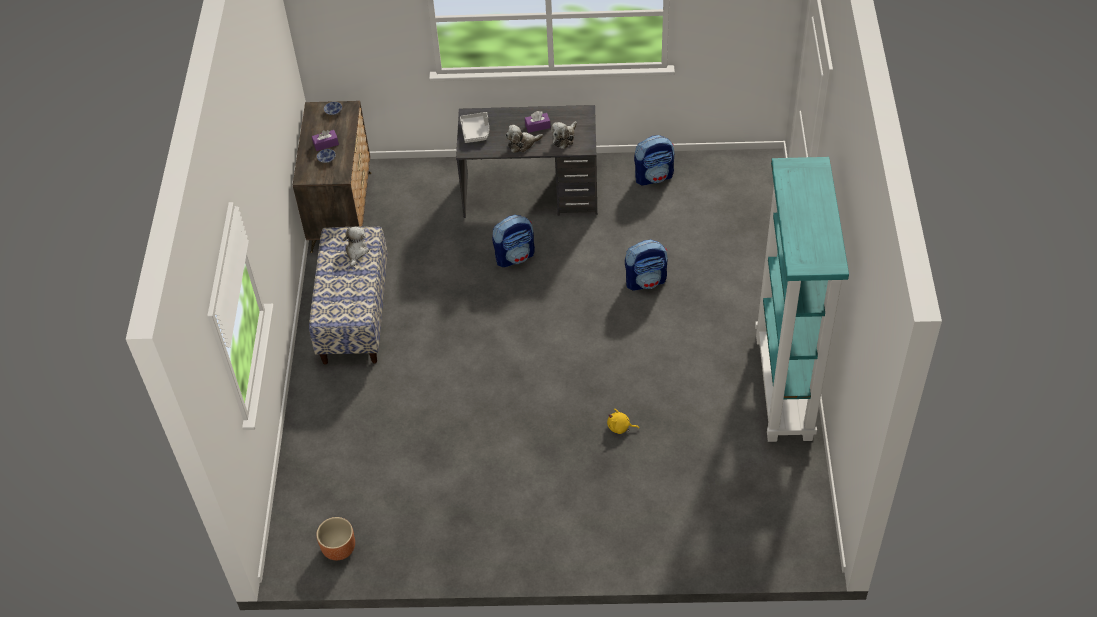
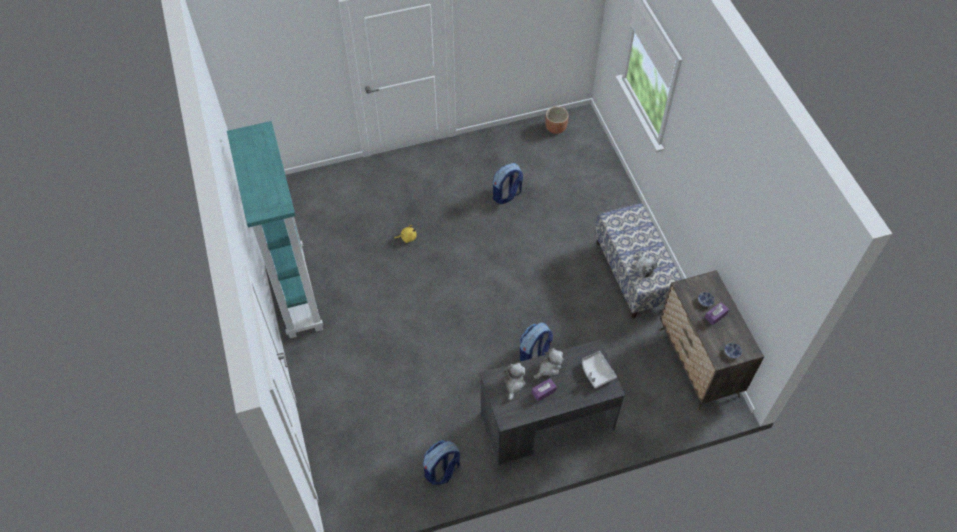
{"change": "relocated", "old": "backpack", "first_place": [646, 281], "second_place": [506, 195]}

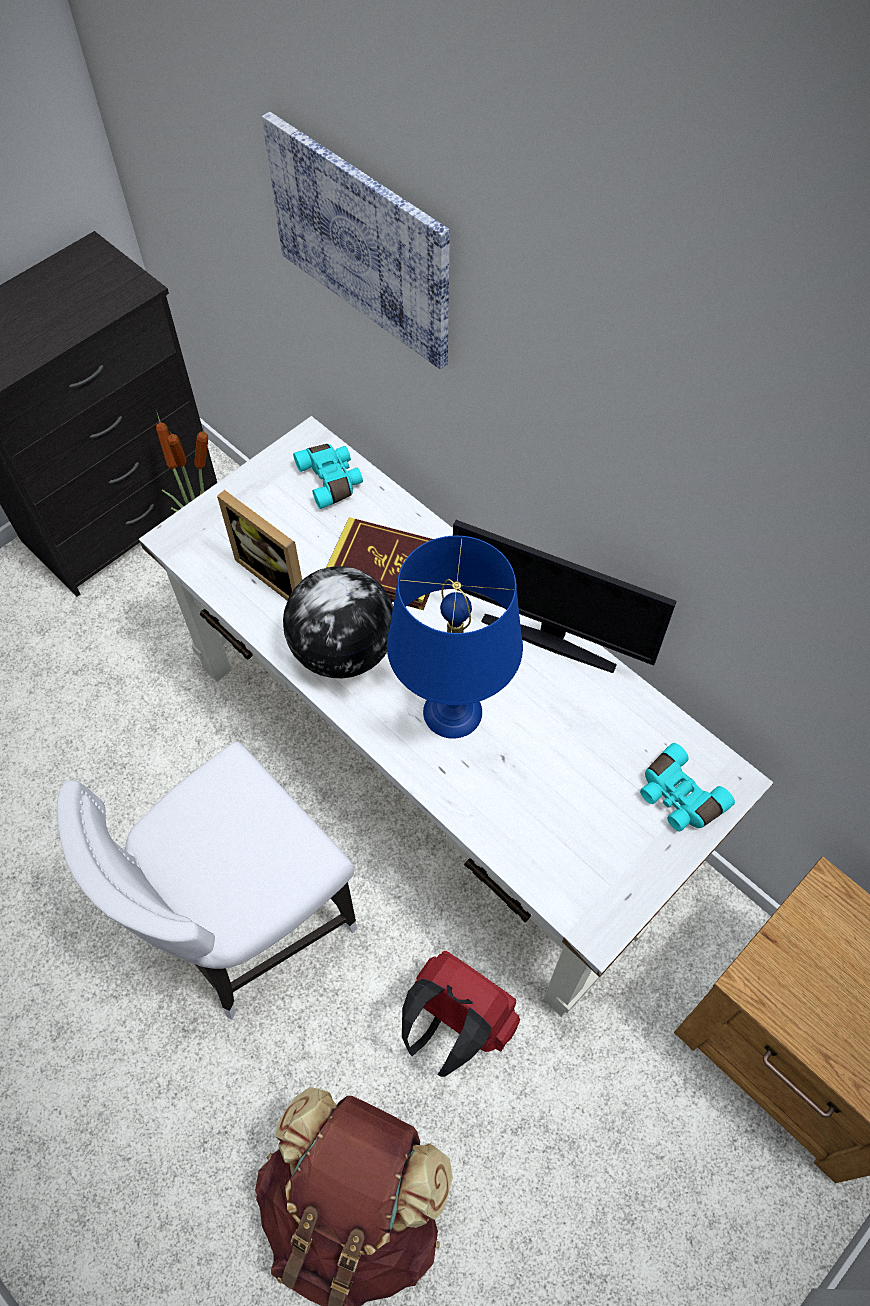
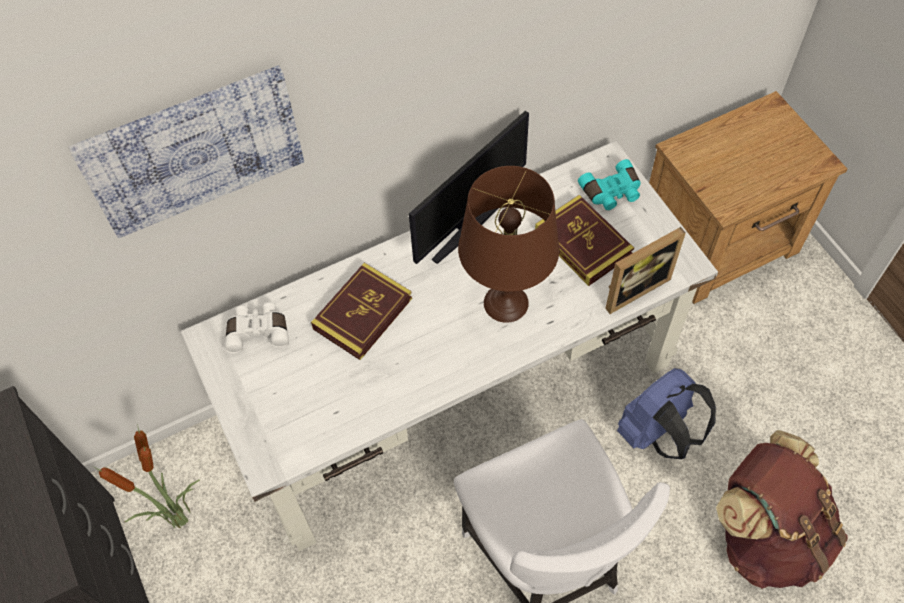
{"change": "relocated", "old": "picture frame", "first_place": [278, 575], "second_place": [632, 287]}
{"change": "missing", "old": "globe", "first_place": [343, 651]}
{"change": "colour", "old": "turquoise binoculars", "new": "white binoculars", "first_place": [331, 480], "second_place": [258, 331]}
{"change": "colour", "old": "blue table lamp", "new": "brown table lamp", "first_place": [453, 712], "second_place": [506, 302]}
{"change": "colour", "old": "red backpack", "new": "blue backpack", "first_place": [456, 1024], "second_place": [657, 433]}
{"change": "appeared", "new": "book", "second_place": [583, 243]}

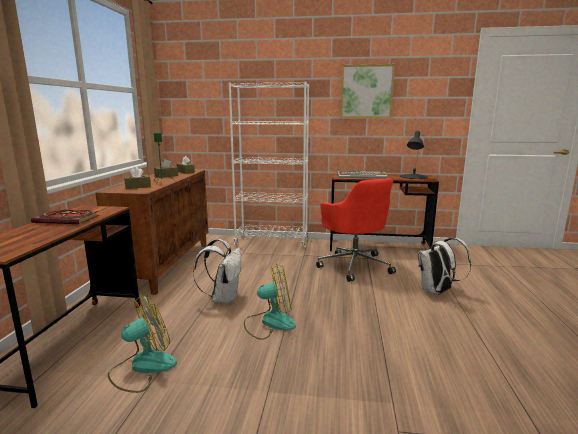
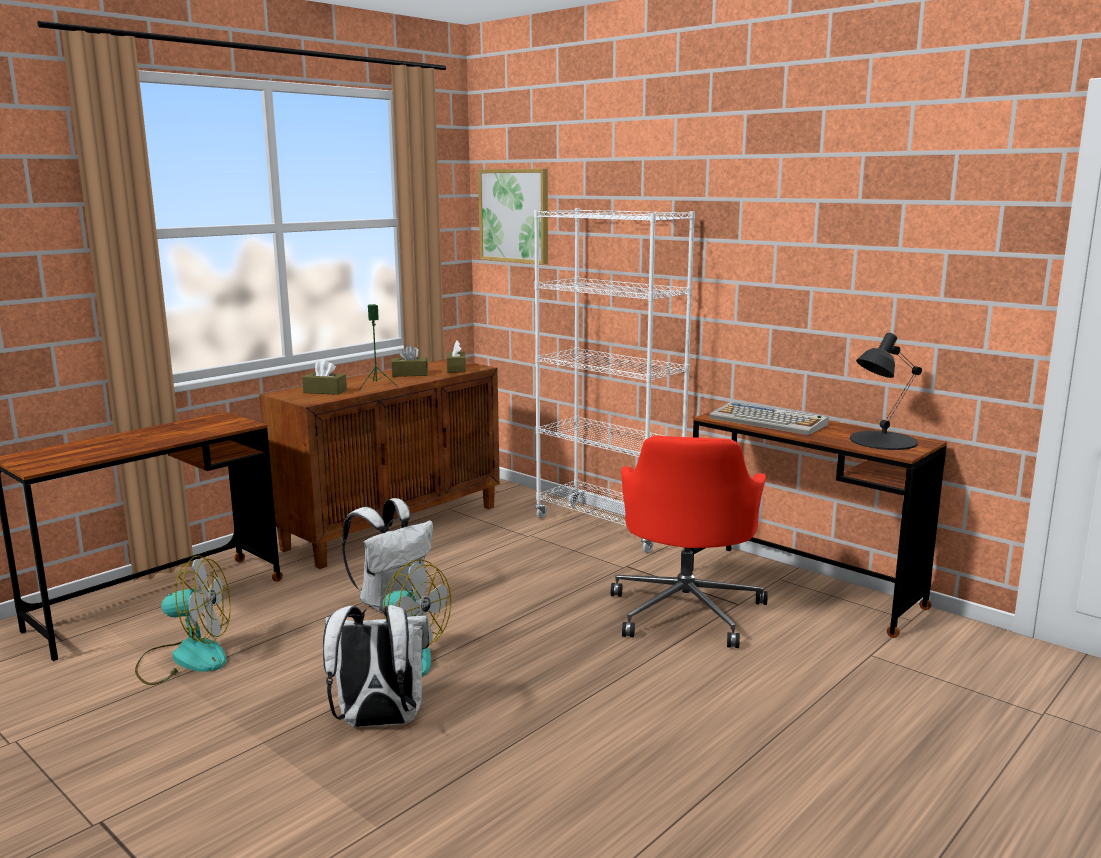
{"change": "missing", "old": "book", "first_place": [68, 219]}
{"change": "relocated", "old": "picture", "first_place": [366, 91], "second_place": [514, 215]}
{"change": "relocated", "old": "white backpack", "first_place": [437, 292], "second_place": [378, 722]}

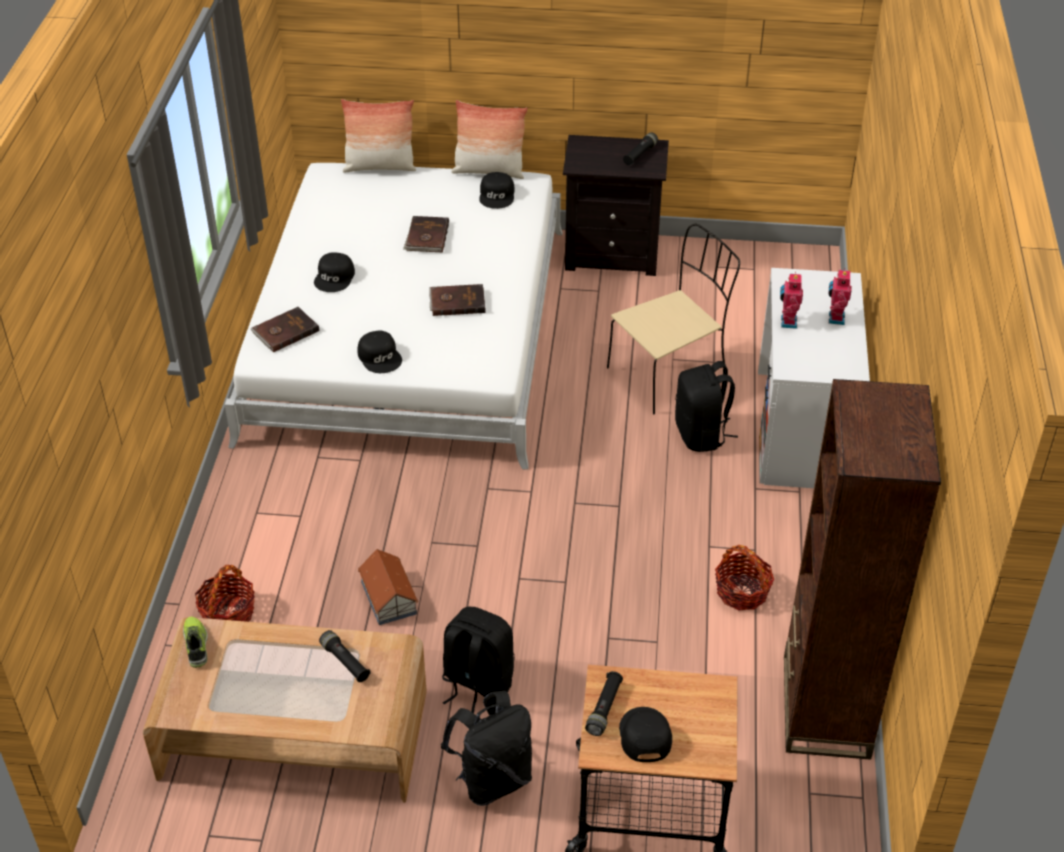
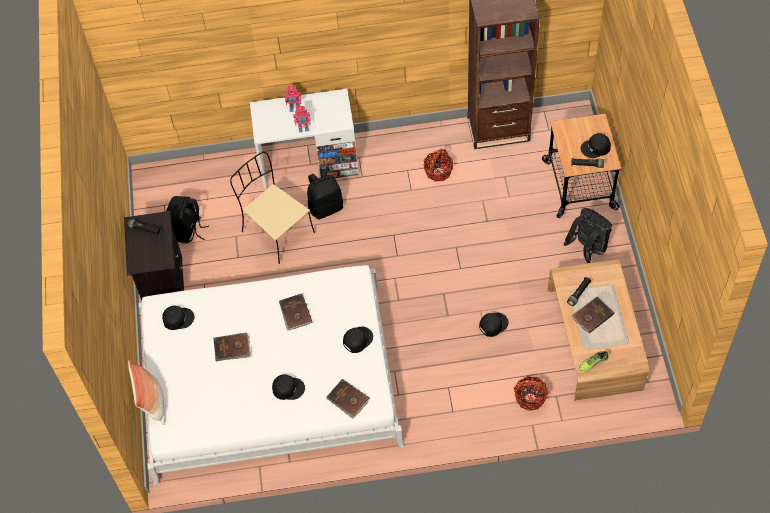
{"change": "exchanged", "old": "toy house", "new": "black cap", "first_place": [389, 597], "second_place": [493, 324]}
{"change": "relocated", "old": "black backpack", "first_place": [476, 683], "second_place": [188, 230]}
{"change": "missing", "old": "pillow", "first_place": [489, 171]}
{"change": "appeared", "new": "brown book", "second_place": [592, 315]}

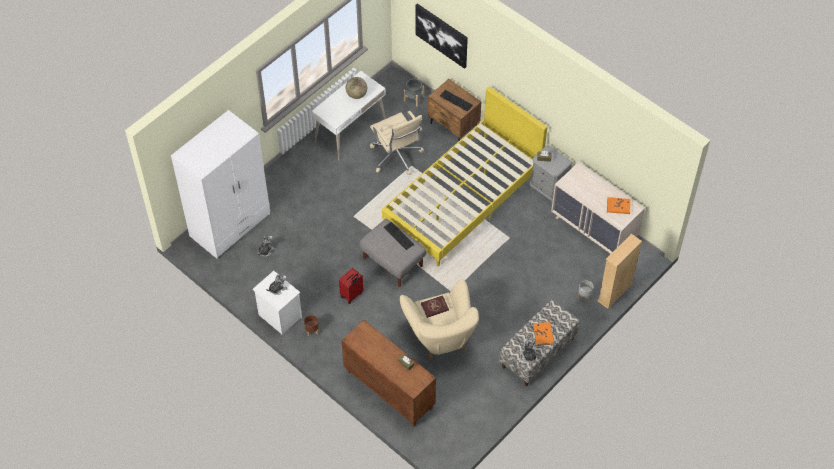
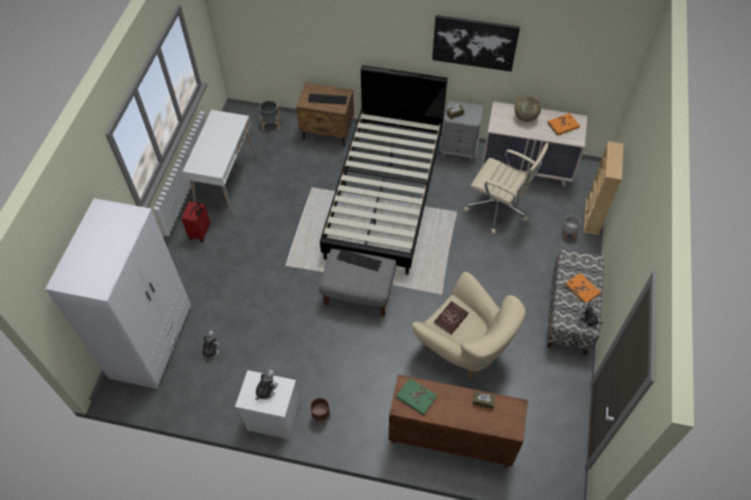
{"change": "relocated", "old": "red suitcase", "first_place": [352, 295], "second_place": [200, 232]}
{"change": "relocated", "old": "globe", "first_place": [356, 94], "second_place": [525, 117]}
{"change": "relocated", "old": "beige office chair", "first_place": [396, 157], "second_place": [498, 209]}
{"change": "colour", "old": "yellow bed", "new": "black bed", "first_place": [463, 198], "second_place": [385, 195]}
{"change": "relocated", "old": "picture", "first_place": [442, 35], "second_place": [474, 42]}
{"change": "appeared", "new": "green book", "second_place": [416, 397]}

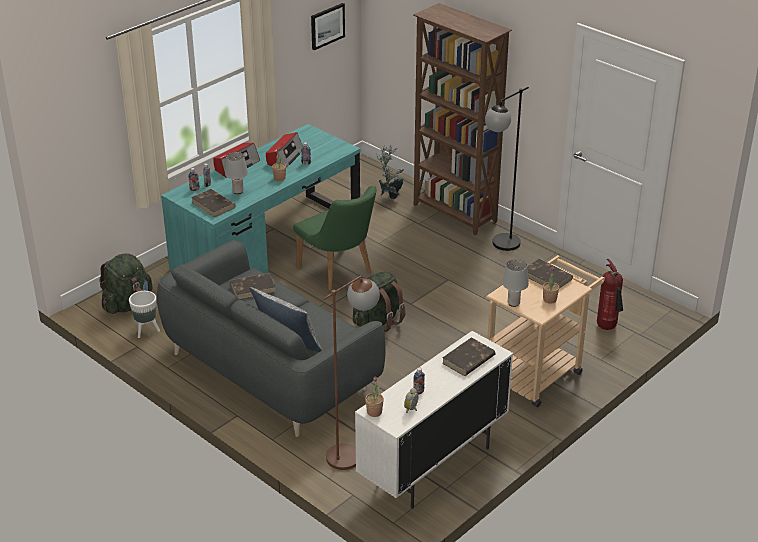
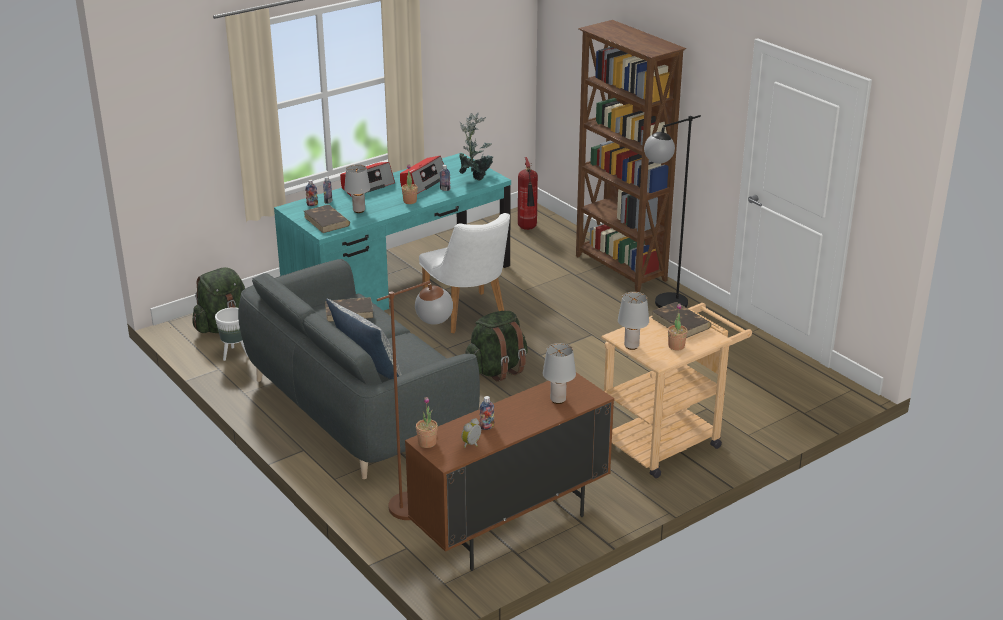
{"change": "colour", "old": "green chair", "new": "white chair", "first_place": [339, 273], "second_place": [469, 316]}
{"change": "missing", "old": "picture", "first_place": [327, 26]}
{"change": "colour", "old": "white cabinet", "new": "brown cabinet", "first_place": [433, 467], "second_place": [511, 528]}
{"change": "relocated", "old": "potted plant", "first_place": [390, 196], "second_place": [475, 177]}
{"change": "exchanged", "old": "brown book", "new": "grey table lamp", "first_place": [468, 360], "second_place": [557, 400]}
{"change": "relocated", "old": "fire extinguisher", "first_place": [608, 328], "second_place": [528, 228]}

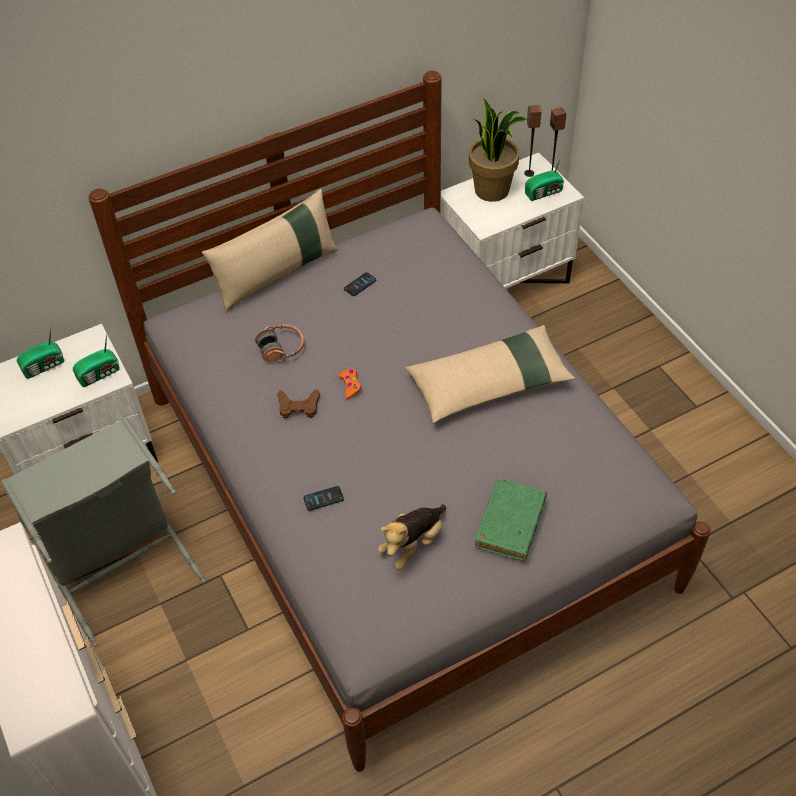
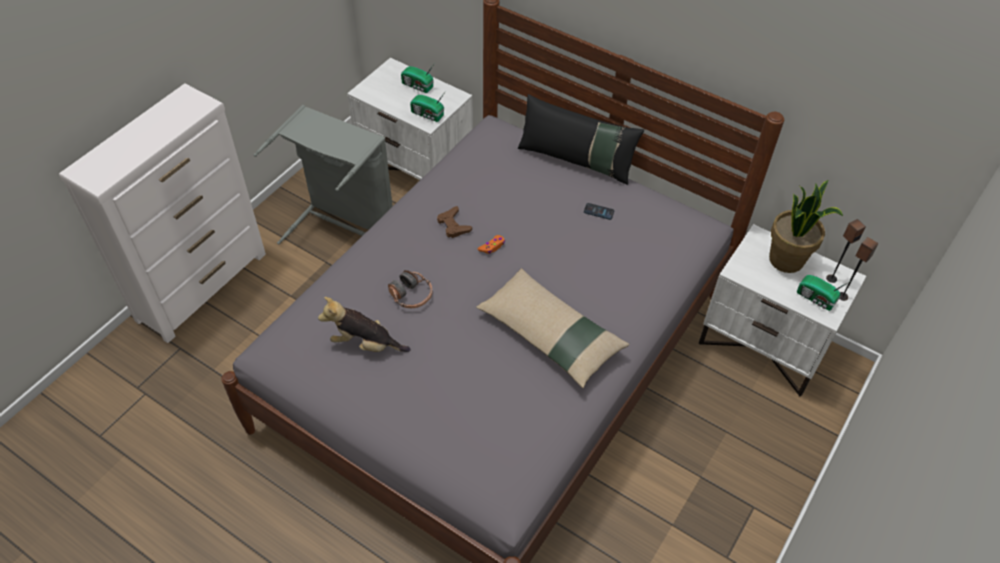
{"change": "colour", "old": "beige pillow", "new": "black pillow", "first_place": [277, 274], "second_place": [576, 160]}
{"change": "relocated", "old": "headphones", "first_place": [281, 348], "second_place": [411, 296]}
{"change": "missing", "old": "phone", "first_place": [323, 499]}
{"change": "missing", "old": "green book", "first_place": [510, 524]}

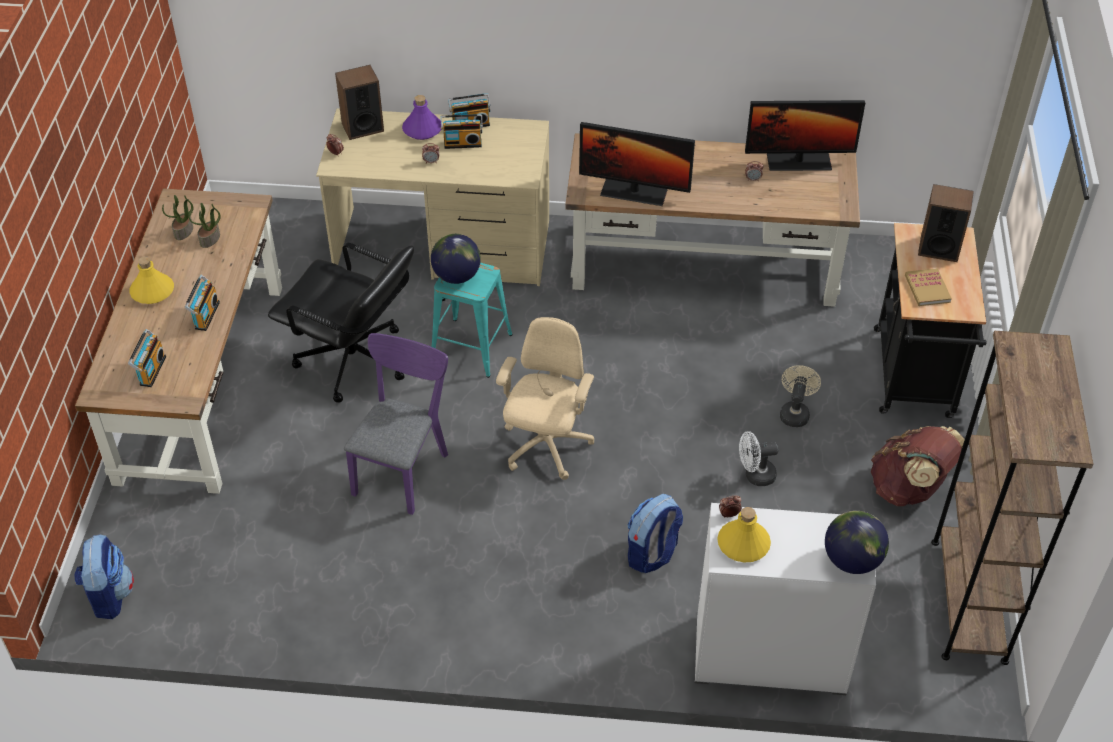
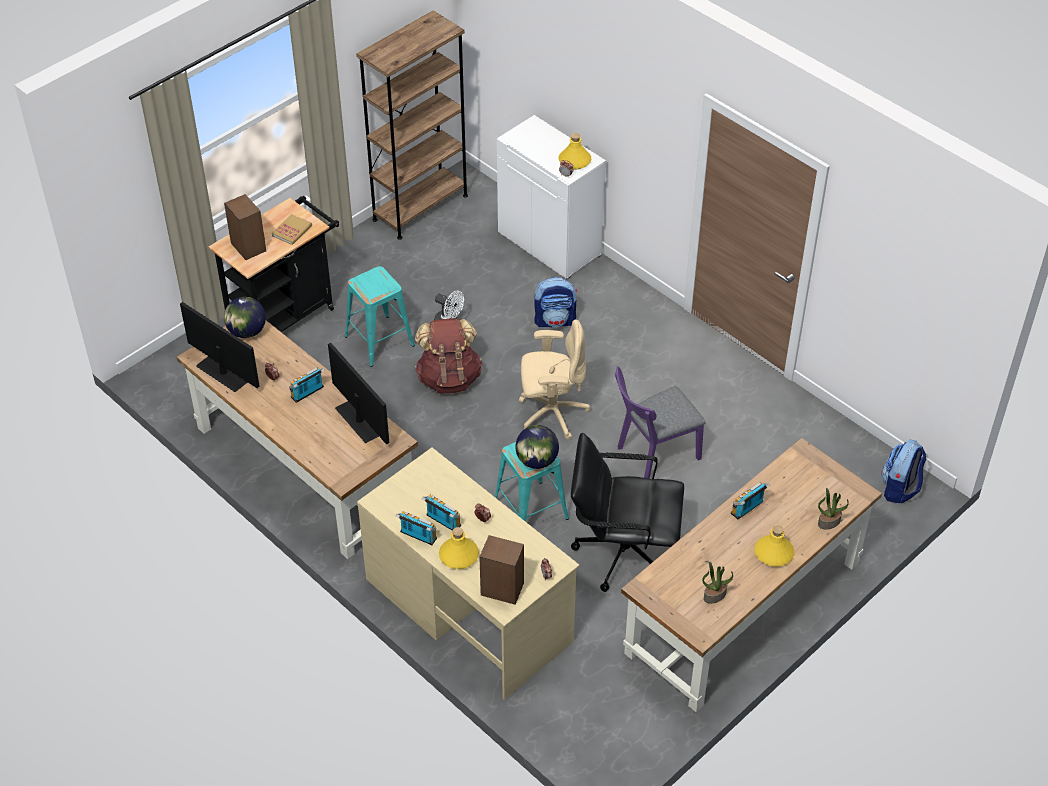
{"change": "relocated", "old": "radio", "first_place": [151, 370], "second_place": [308, 393]}
{"change": "relocated", "old": "potted plant", "first_place": [210, 239], "second_place": [829, 522]}
{"change": "spun", "old": "black office chair", "first_place": [353, 362], "second_place": [622, 552], "degrees": -60}
{"change": "colour", "old": "purple bottle", "new": "yellow bottle", "first_place": [422, 129], "second_place": [459, 555]}
{"change": "spun", "old": "beige office chair", "first_place": [545, 446], "second_place": [551, 413], "degrees": -150}
{"change": "exchanged", "old": "beige fan", "new": "turquoise stool", "first_place": [795, 412], "second_place": [380, 340]}
{"change": "relocated", "old": "globe", "first_place": [852, 560], "second_place": [247, 332]}
{"change": "relocated", "old": "brown backpack", "first_place": [909, 489], "second_place": [449, 378]}

